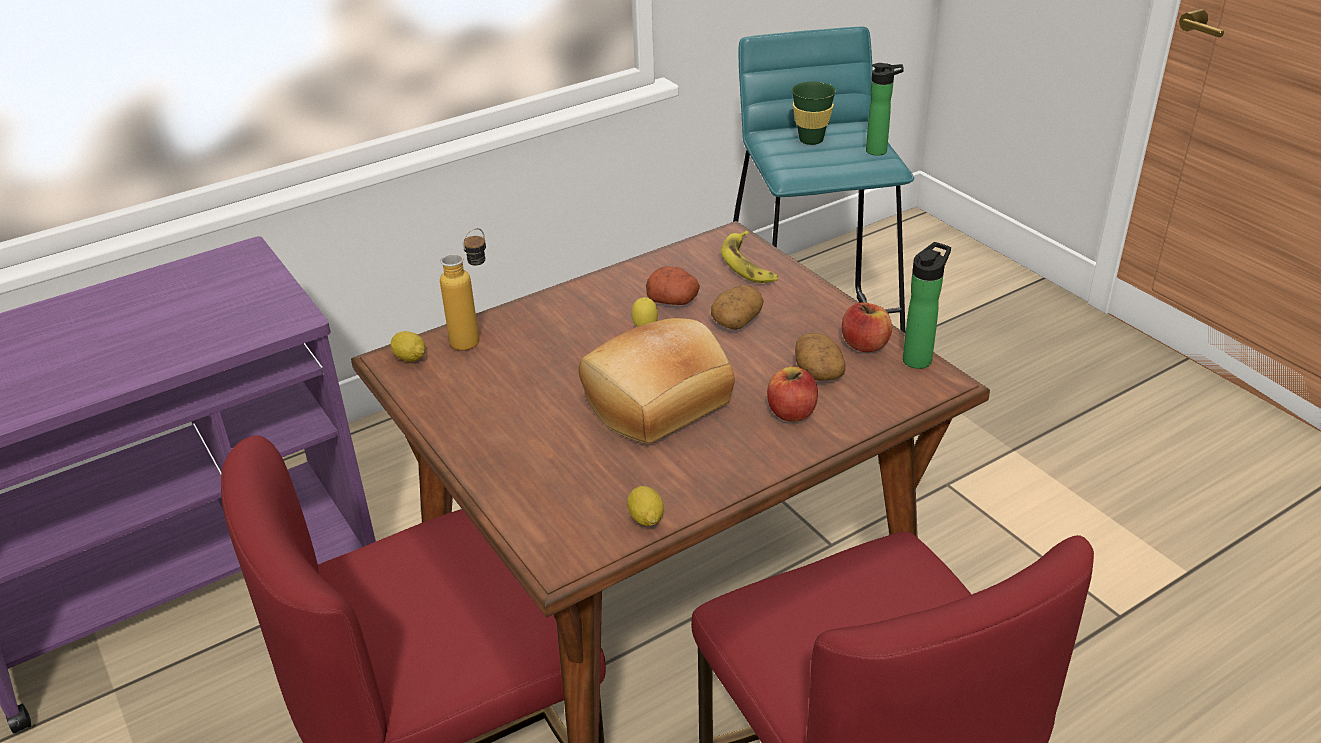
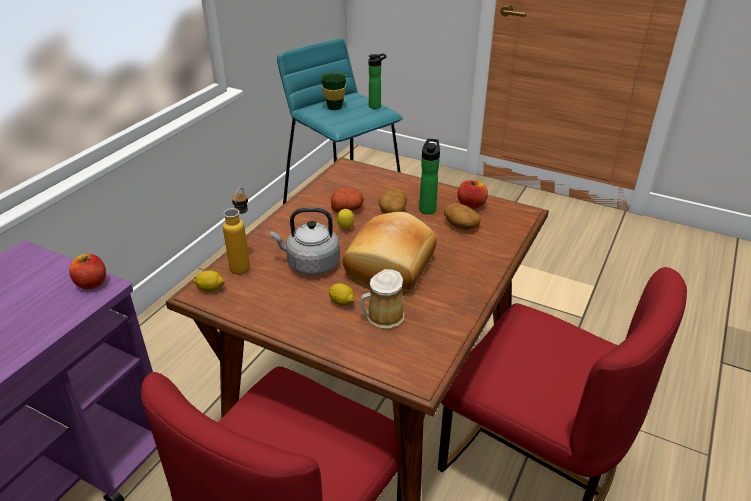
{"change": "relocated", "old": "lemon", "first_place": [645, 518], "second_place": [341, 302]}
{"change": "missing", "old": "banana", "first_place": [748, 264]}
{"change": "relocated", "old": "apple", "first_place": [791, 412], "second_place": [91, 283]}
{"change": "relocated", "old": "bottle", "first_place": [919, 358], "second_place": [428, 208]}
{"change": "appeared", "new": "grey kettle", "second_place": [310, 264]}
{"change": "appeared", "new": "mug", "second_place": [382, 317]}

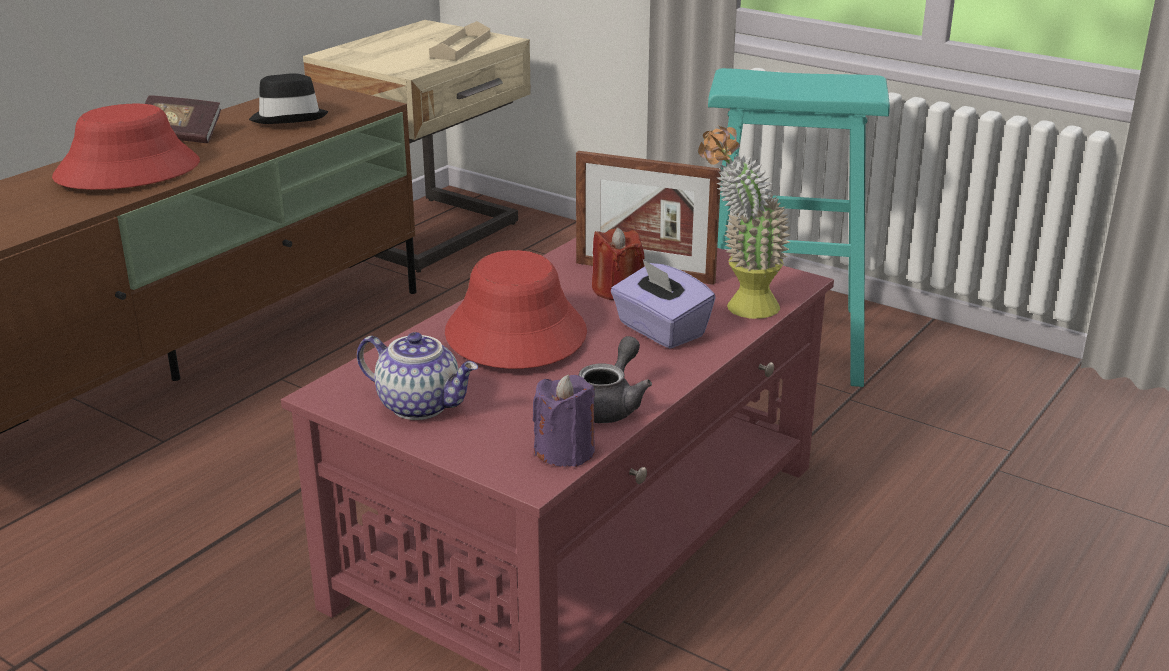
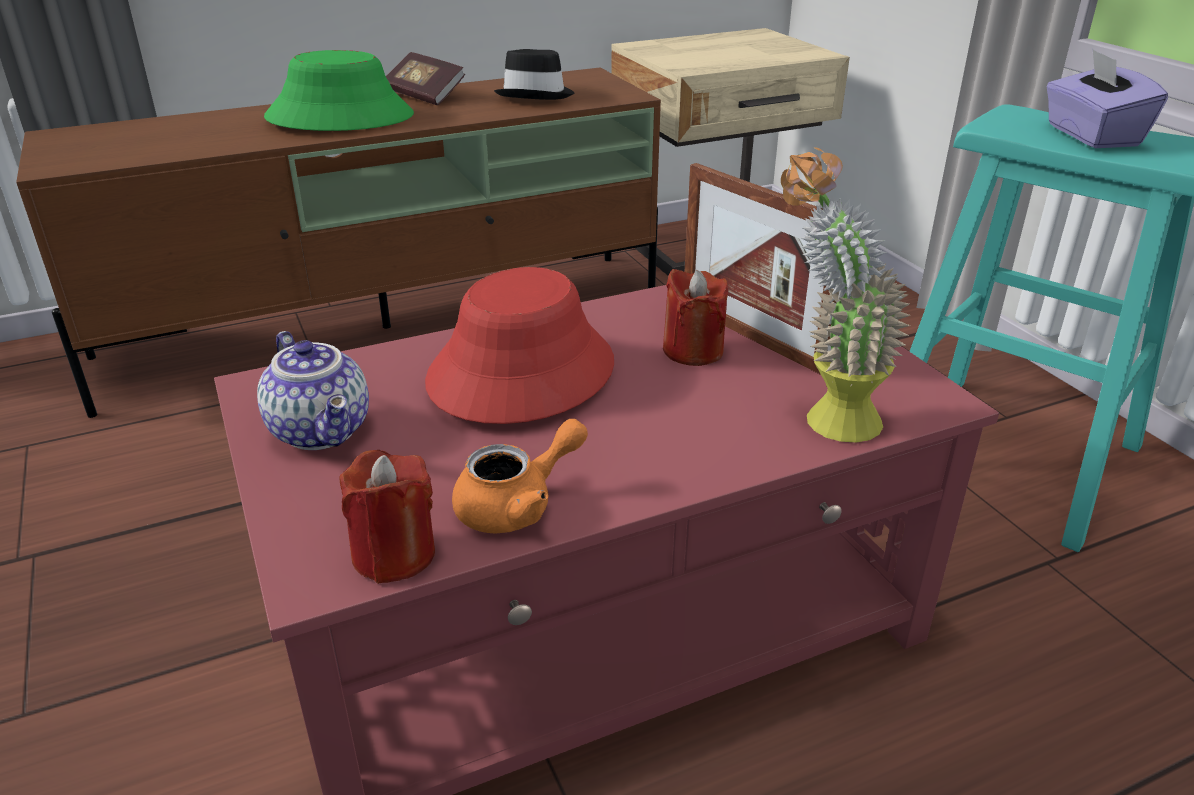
{"change": "colour", "old": "red hat", "new": "green hat", "first_place": [128, 171], "second_place": [340, 117]}
{"change": "missing", "old": "beige tray", "first_place": [460, 47]}
{"change": "colour", "old": "purple candle", "new": "red candle", "first_place": [565, 451], "second_place": [394, 554]}
{"change": "colour", "old": "grey teapot", "new": "orange teapot", "first_place": [609, 405], "second_place": [518, 505]}
{"change": "relocated", "old": "purple tissue box", "first_place": [660, 330], "second_place": [1091, 136]}

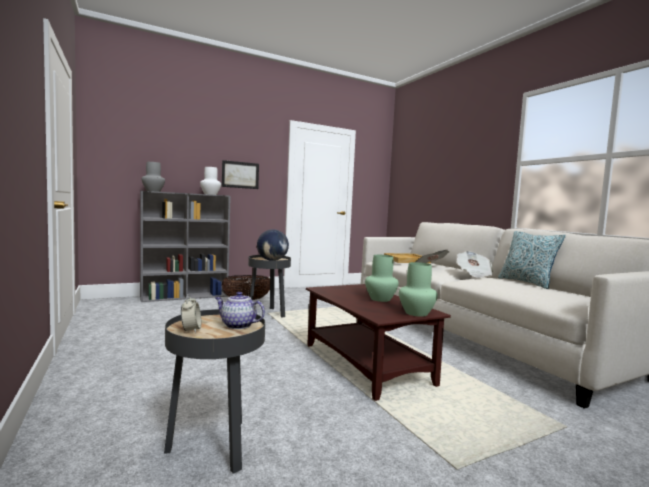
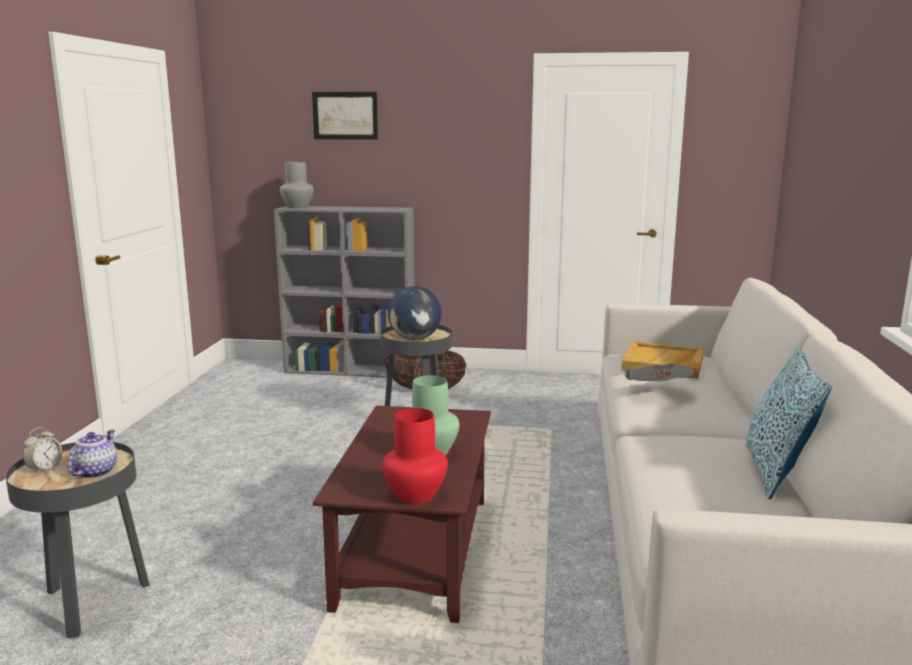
{"change": "missing", "old": "white vase", "first_place": [210, 194]}
{"change": "spun", "old": "teapot", "first_place": [237, 325], "second_place": [95, 471], "degrees": 45}
{"change": "relocated", "old": "picture", "first_place": [240, 175], "second_place": [345, 115]}
{"change": "colour", "old": "green vase", "new": "red vase", "first_place": [416, 313], "second_place": [416, 494]}
{"change": "missing", "old": "newspaper", "first_place": [474, 274]}

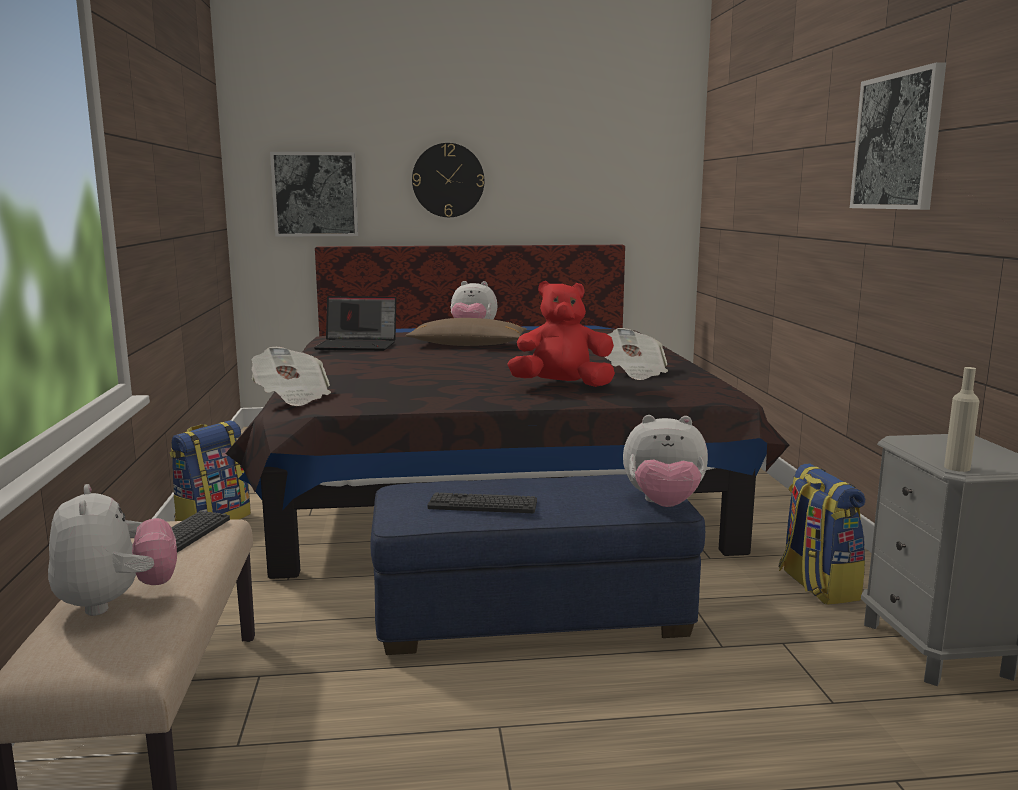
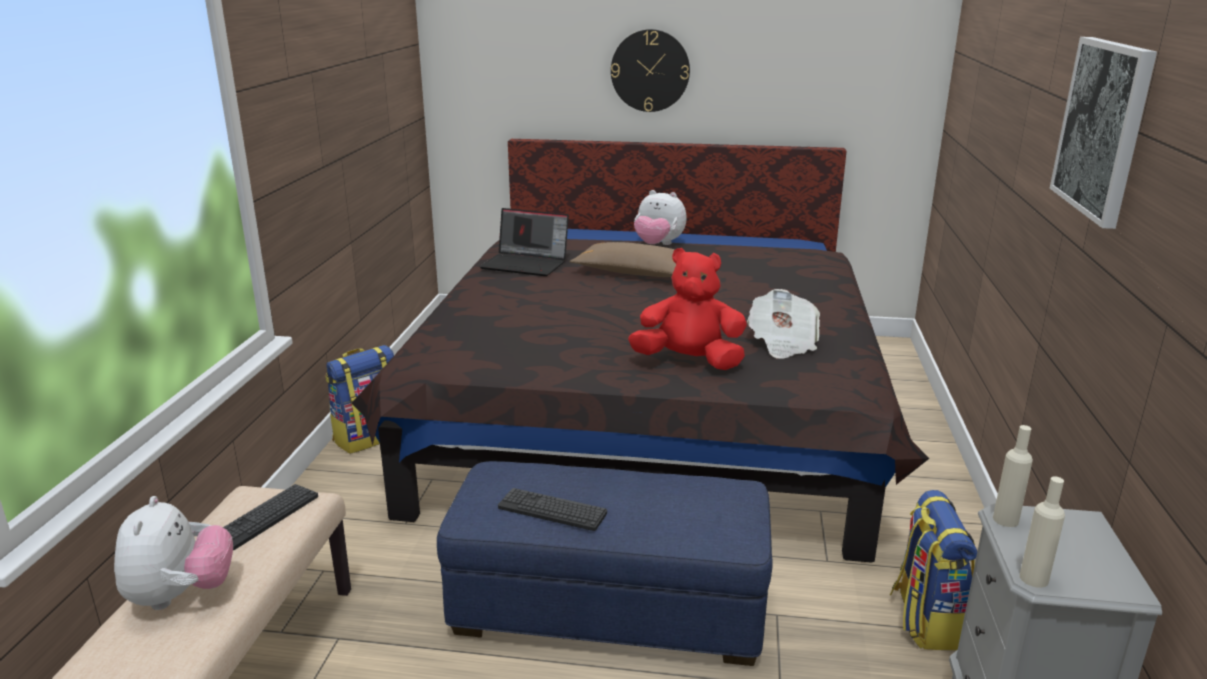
{"change": "missing", "old": "newspaper", "first_place": [292, 397]}
{"change": "missing", "old": "picture", "first_place": [315, 194]}
{"change": "missing", "old": "plush toy", "first_place": [664, 505]}
{"change": "appeared", "new": "beige bottle", "second_place": [1005, 520]}

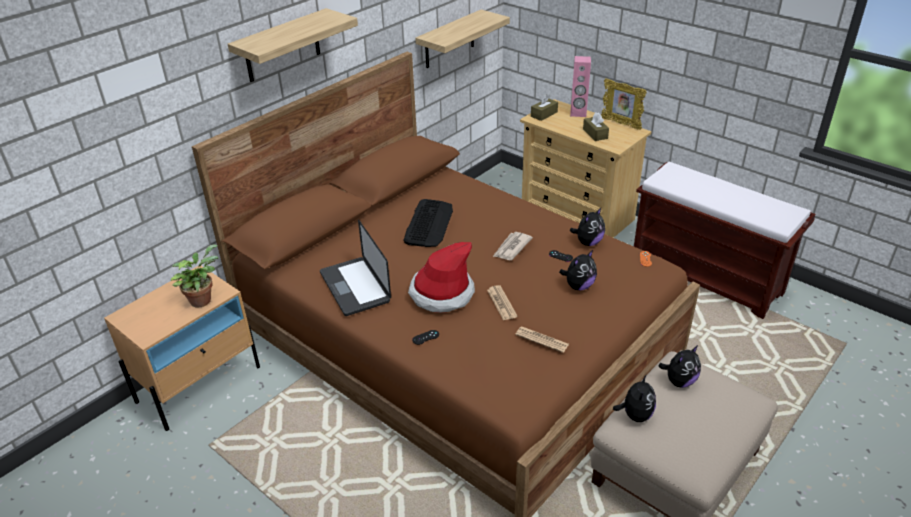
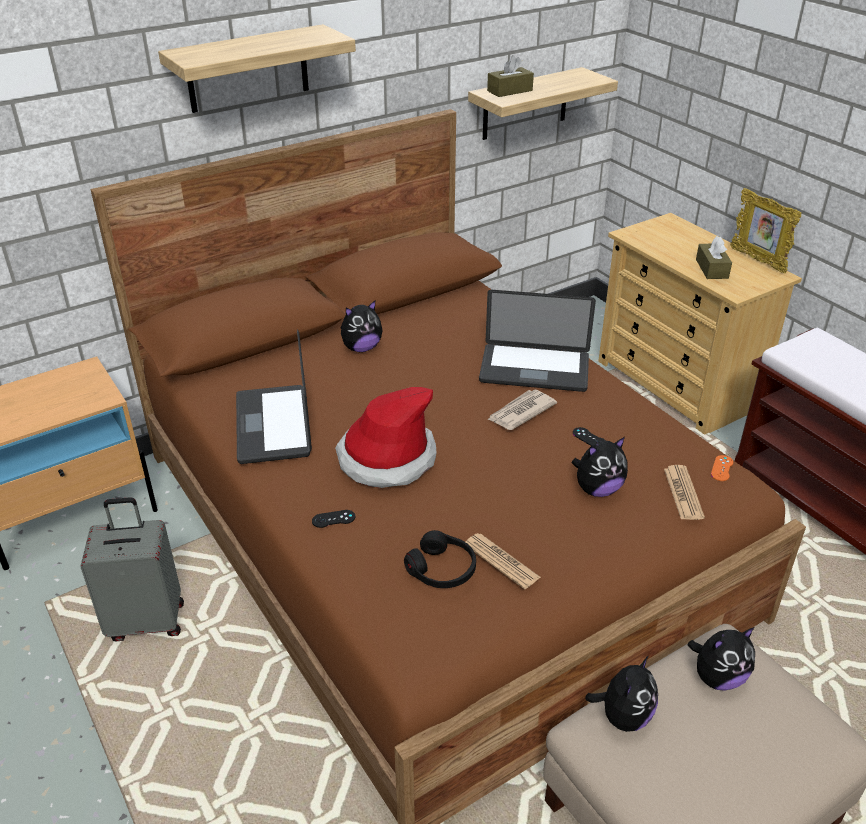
{"change": "missing", "old": "potted plant", "first_place": [202, 299]}
{"change": "missing", "old": "keyboard", "first_place": [429, 223]}
{"change": "relocated", "old": "newspaper", "first_place": [501, 303], "second_place": [683, 493]}
{"change": "relocated", "old": "brown tissue box", "first_place": [544, 114], "second_place": [509, 91]}
{"change": "missing", "old": "pink speaker", "first_place": [578, 113]}
{"change": "relocated", "old": "plush toy", "first_place": [588, 242], "second_place": [361, 348]}
{"change": "appeared", "new": "grey suitcase", "second_place": [147, 620]}
{"change": "appeared", "new": "black headphones", "second_place": [442, 569]}
{"change": "appeared", "new": "laptop", "second_place": [534, 369]}

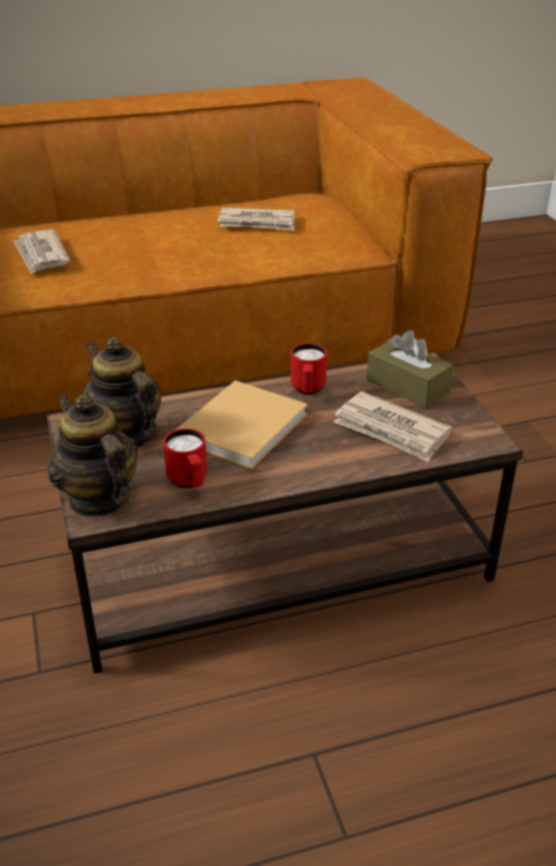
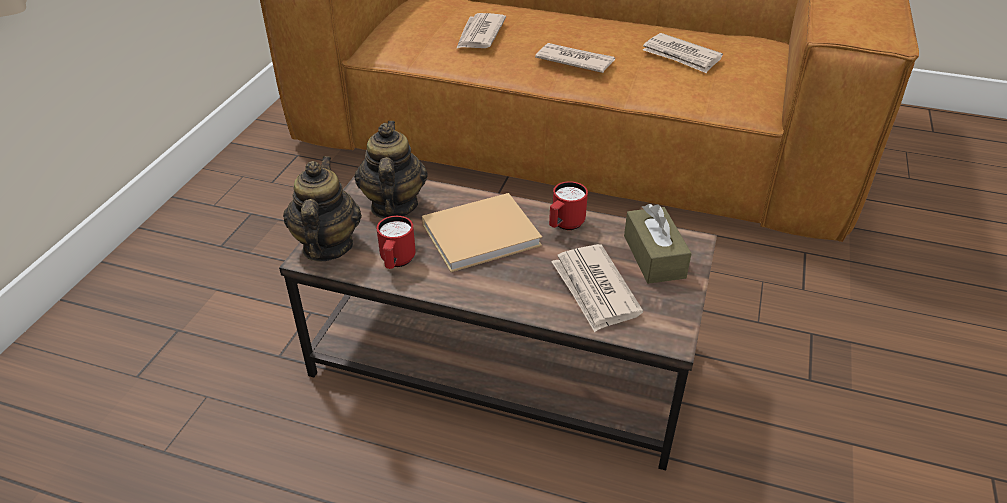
{"change": "appeared", "new": "newspaper", "second_place": [574, 60]}

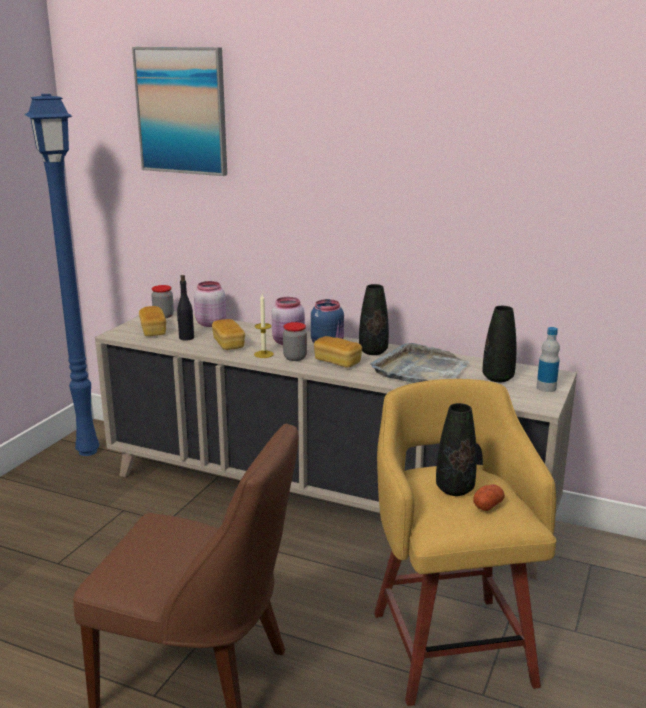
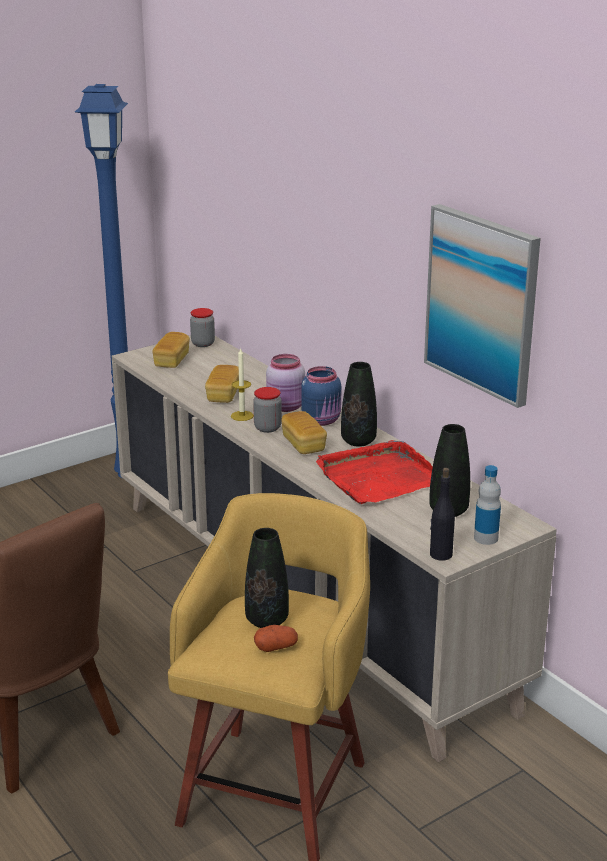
{"change": "relocated", "old": "picture", "first_place": [182, 111], "second_place": [482, 303]}
{"change": "relocated", "old": "black bottle", "first_place": [186, 338], "second_place": [440, 554]}
{"change": "missing", "old": "pink jar", "first_place": [210, 323]}
{"change": "colour", "old": "grey tray", "new": "red tray", "first_place": [421, 370], "second_place": [377, 477]}

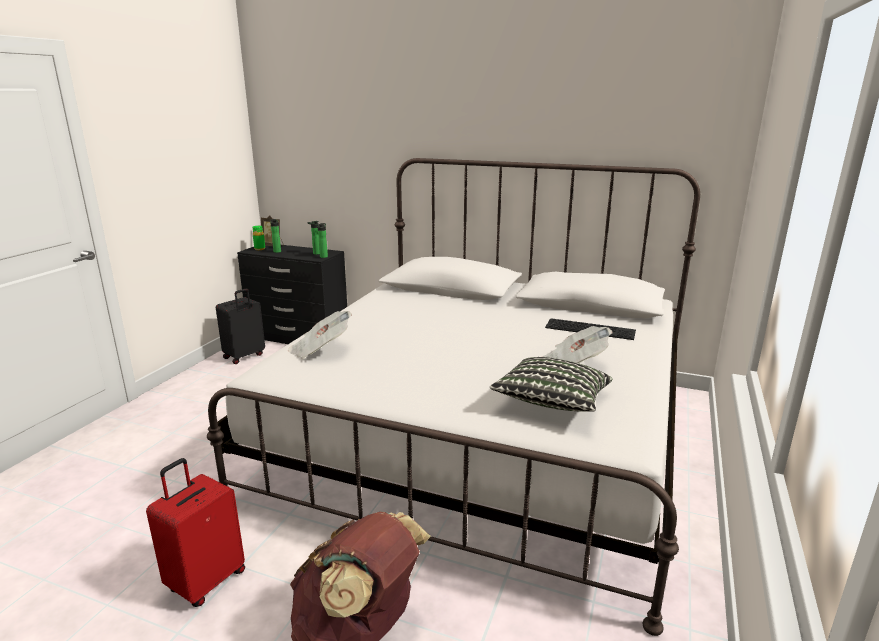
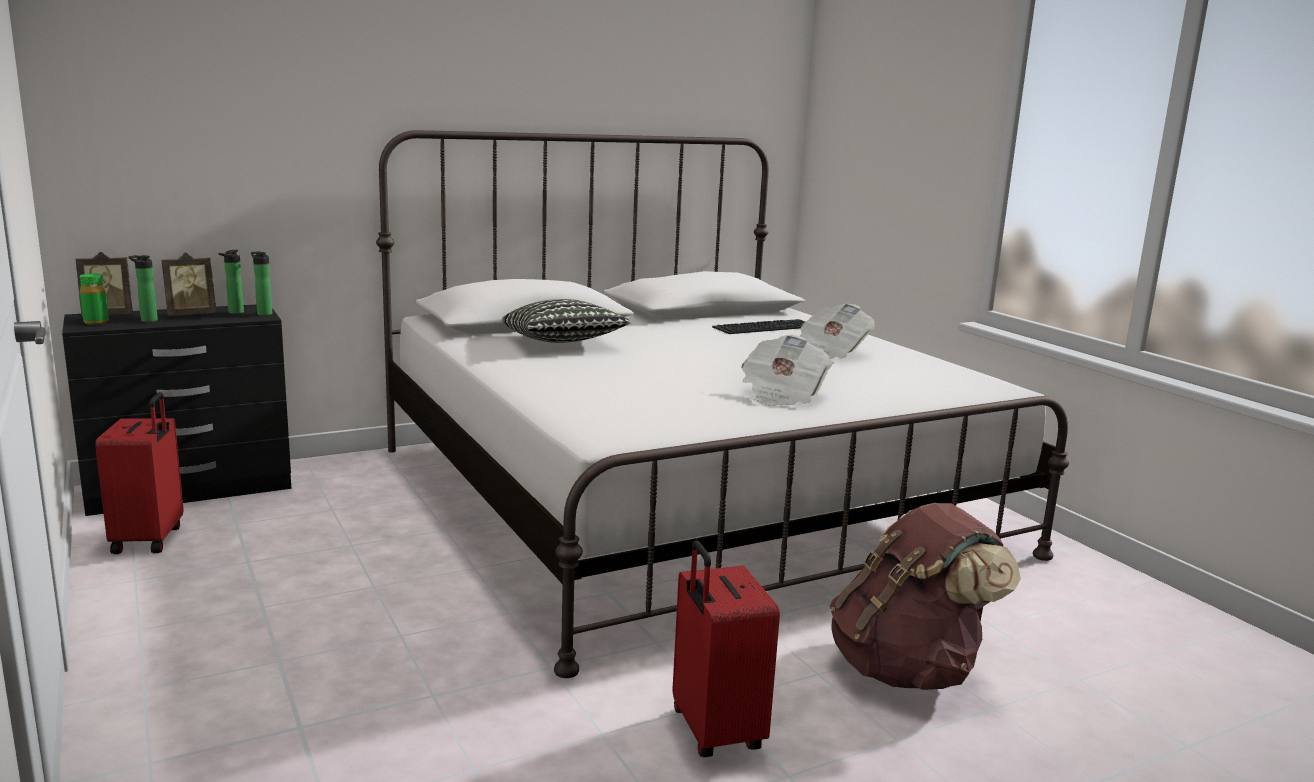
{"change": "colour", "old": "black suitcase", "new": "red suitcase", "first_place": [244, 356], "second_place": [150, 539]}
{"change": "relocated", "old": "newspaper", "first_place": [320, 350], "second_place": [781, 396]}
{"change": "relocated", "old": "pillow", "first_place": [551, 403], "second_place": [563, 343]}
{"change": "appeared", "new": "picture frame", "second_place": [191, 315]}

